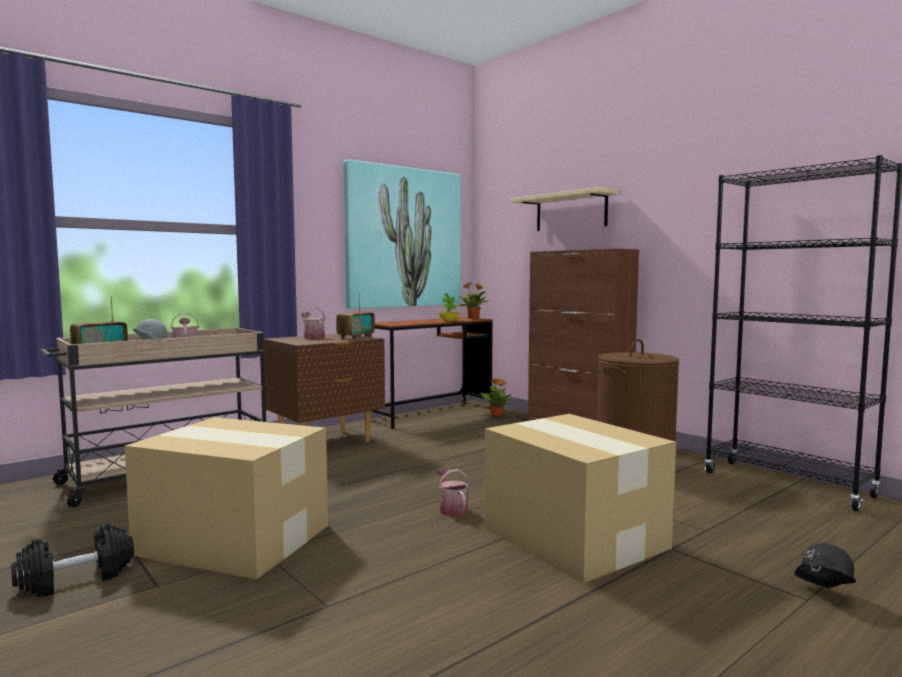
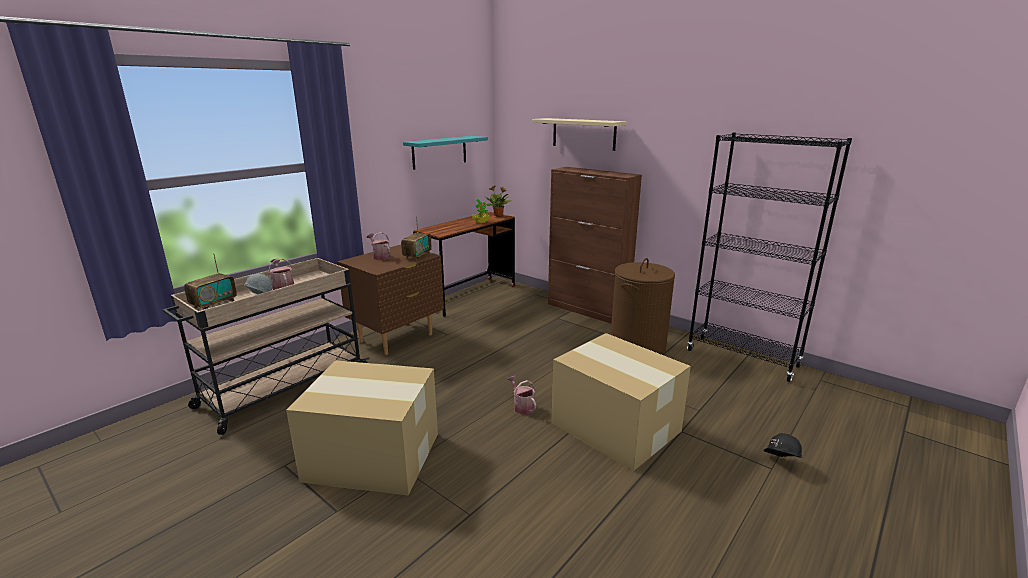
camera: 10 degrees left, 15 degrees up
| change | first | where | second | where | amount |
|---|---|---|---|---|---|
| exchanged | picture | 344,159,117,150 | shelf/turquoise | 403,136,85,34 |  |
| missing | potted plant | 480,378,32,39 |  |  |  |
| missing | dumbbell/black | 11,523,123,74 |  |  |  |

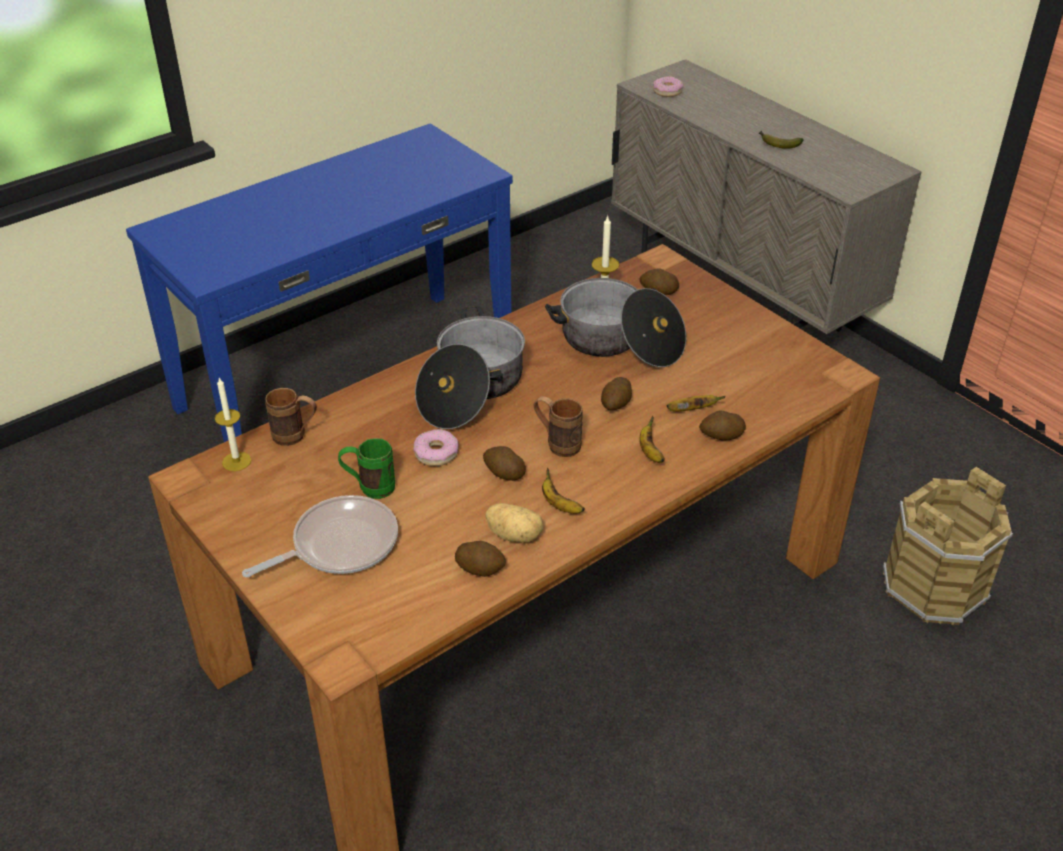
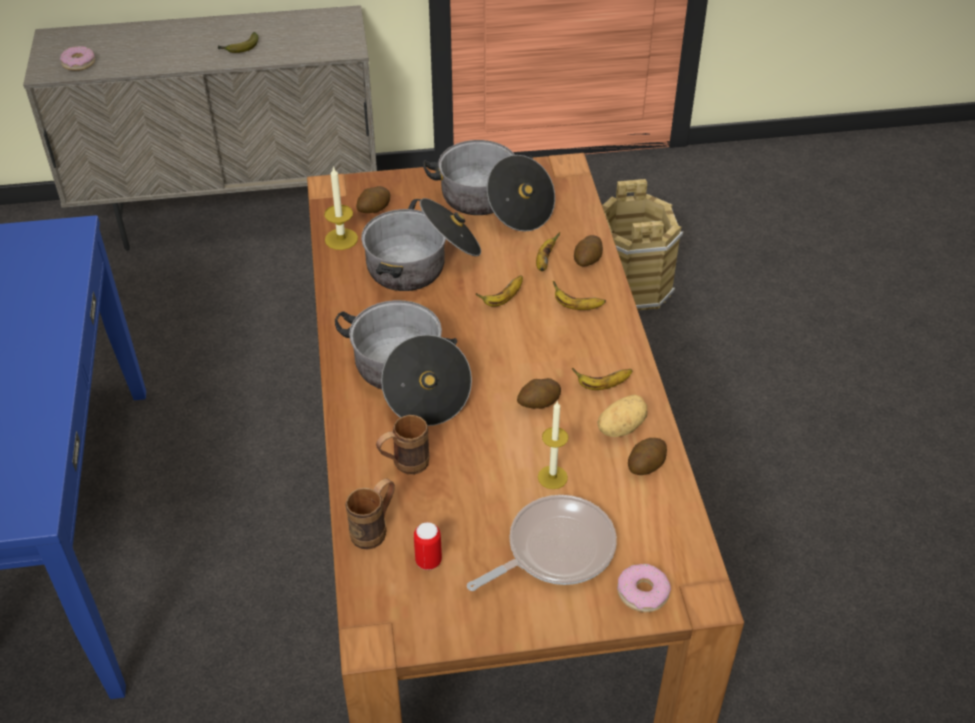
camera: 60 degrees left, 5 degrees up
| change | first | where | second | where | amount |
|---|---|---|---|---|---|
| exchanged | potato | 601,377,31,33 | banana | 476,275,47,32 |  |
| relocated | candle | 215,378,36,93 |  | 538,401,30,88 |  |
| relocated | mug/brown | 534,396,49,61 |  | 376,415,53,60 |  |
| relocated | donut | 413,429,45,37 |  | 617,564,54,48 |  |
| missing | mug/green | 338,438,57,61 |  |  |  |
| spun | frying pan | 242,495,156,83 |  | 467,495,150,96 | 60 degrees clockwise |
| appeared |  |  | cooking pot | 423,140,132,92 |  |
| appeared |  |  | can | 414,522,28,48 |  |

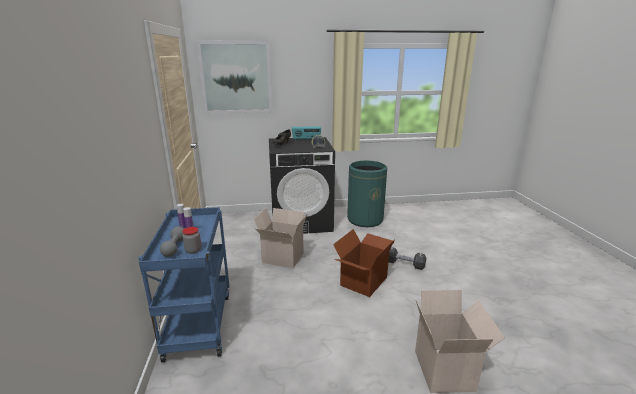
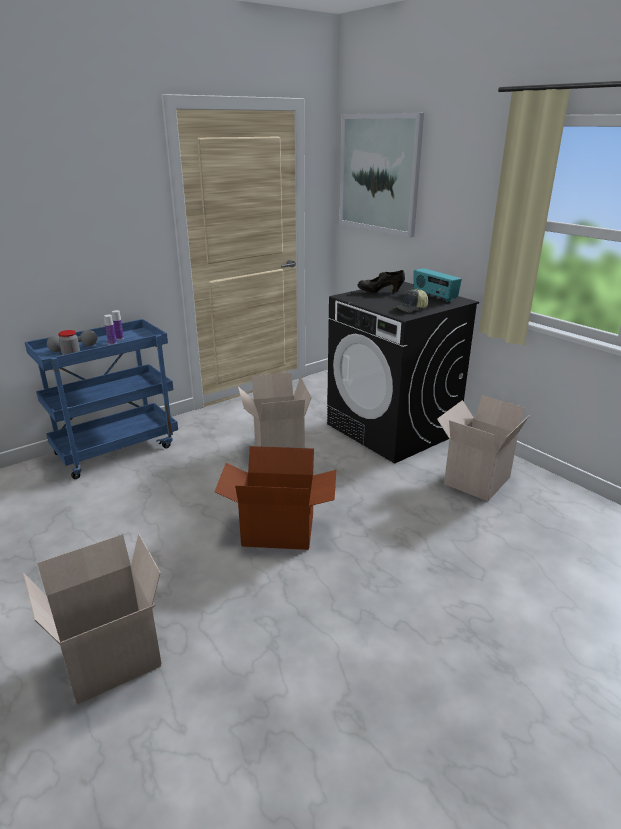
camera: 60 degrees right, 5 degrees up
| change | first | where | second | where | amount |
|---|---|---|---|---|---|
| exchanged | trash can/green | 347,161,40,66 | cardboard box | 437,395,93,106 |  |
| missing | dumbbell/black | 388,247,38,23 |  |  |  |

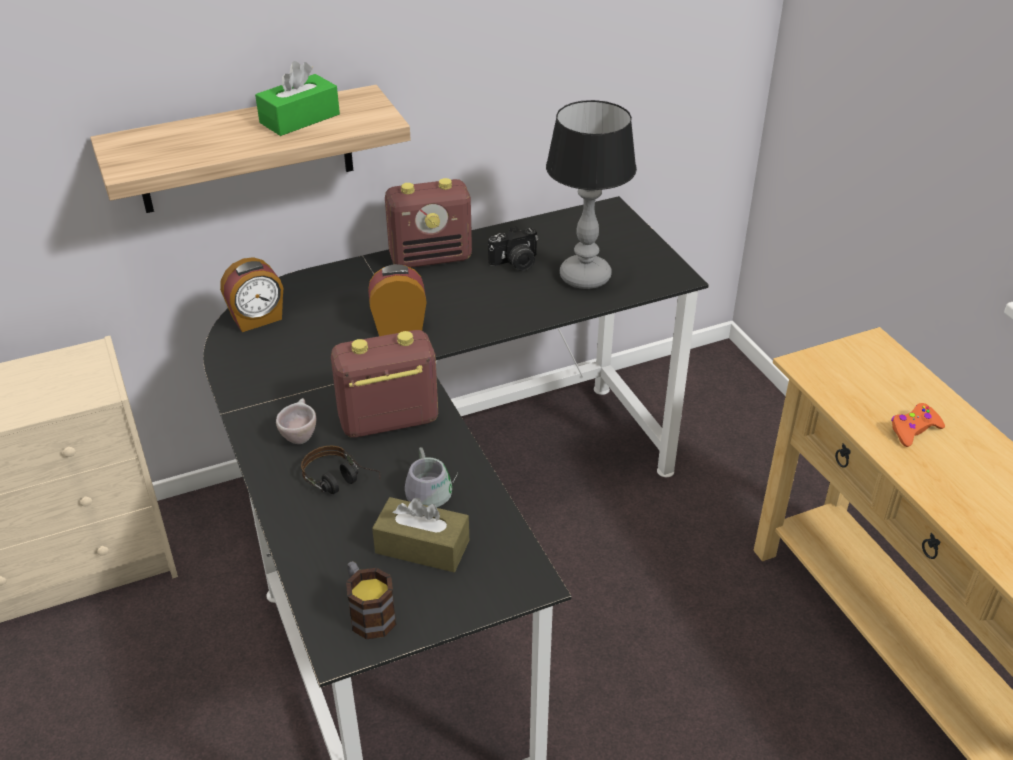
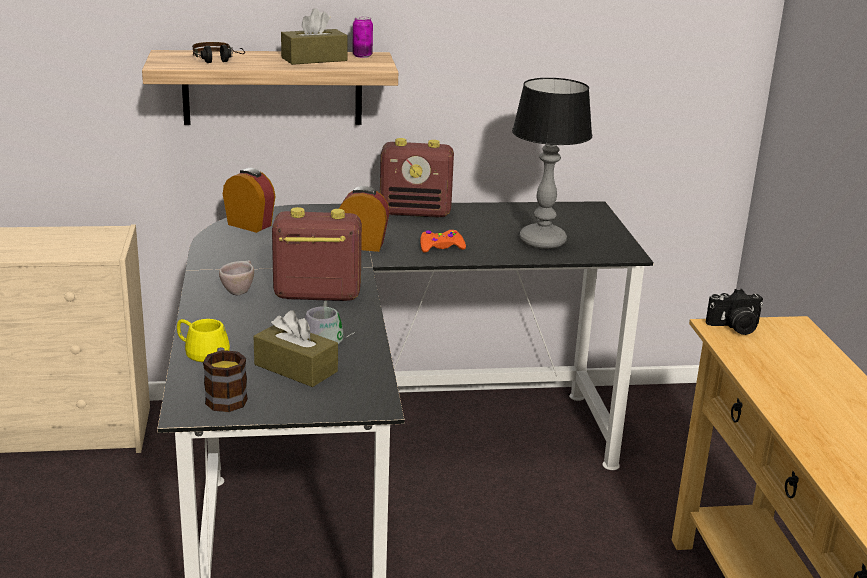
camera: 15 degrees right, 15 degrees down
| change | first | where | second | where | amount |
|---|---|---|---|---|---|
| colour | tissue box/green | 255,61,85,75 | tissue box/brown | 281,8,67,57 |  |
| relocated | photo camera | 488,226,50,45 |  | 706,289,57,46 |  |
| spun | alarm clock | 220,257,63,75 |  | 223,168,53,65 | 135 degrees counterclockwise |
| relocated | game controller/orange | 891,403,54,44 |  | 420,230,46,23 |  |
| relocated | headphones | 301,445,80,49 |  | 192,42,53,21 |  |
| appeared |  |  | can | 353,16,20,42 |  |
| appeared |  |  | mug/yellow | 177,319,53,43 |  |

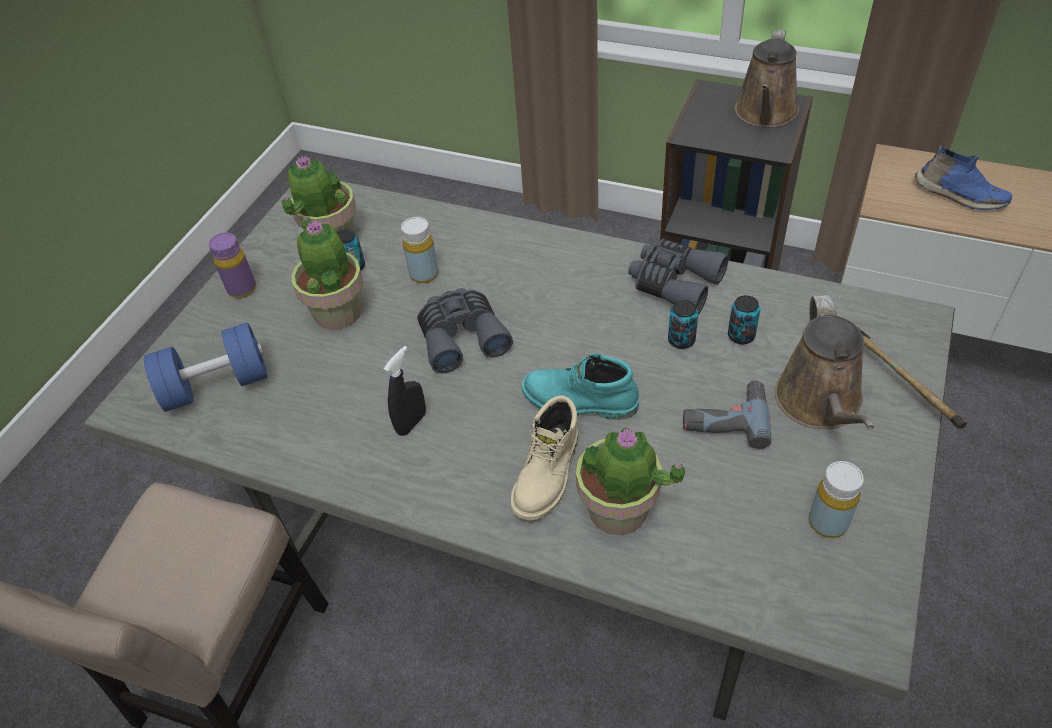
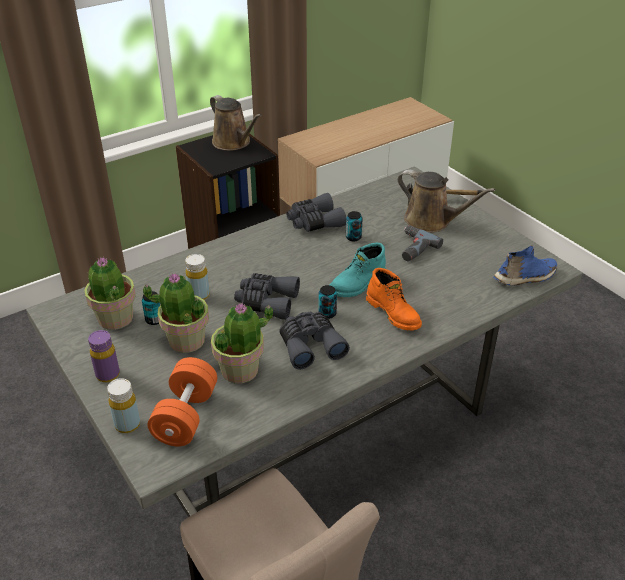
camera: 60 degrees left, 10 degrees down
| change | first | where | second | where | amount |
|---|---|---|---|---|---|
| relocated | shoe/blue | 915,146,97,64 |  | 493,245,64,40 |  |
| relocated | can | 728,295,32,49 |  | 318,285,19,34 |  |
| colour | dumbbell/blue | 144,322,124,90 | dumbbell/orange | 148,357,69,89 |  |
| exchanged | spray bottle/black | 384,346,42,90 | binoculars/grey | 279,312,71,58 |  |
| colour | boot/beige | 511,395,67,126 | boot/orange | 366,268,56,63 |  |
| relocated | potted plant | 576,426,109,109 |  | 211,303,62,80 |  |
| relocated | bottle/yellow | 809,461,55,77 |  | 107,378,33,55 |  |

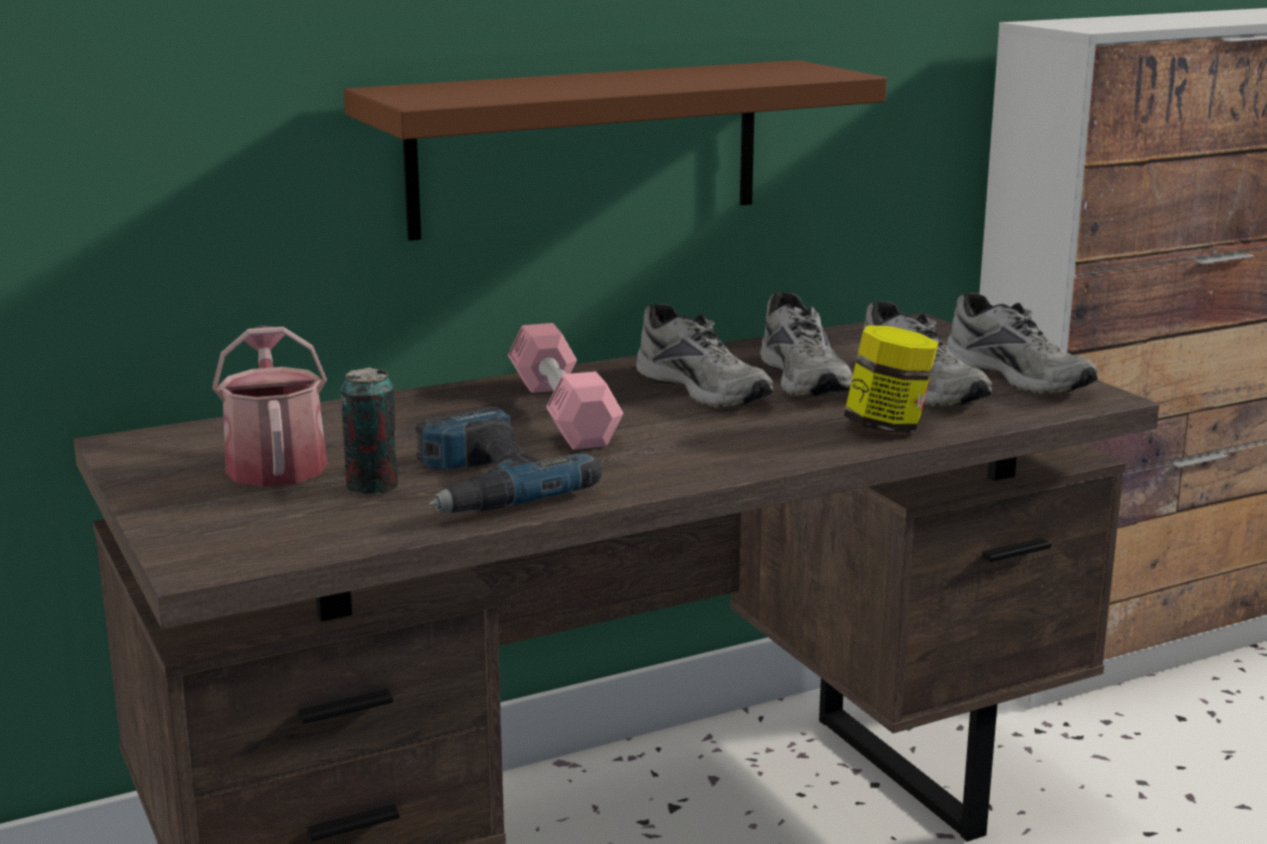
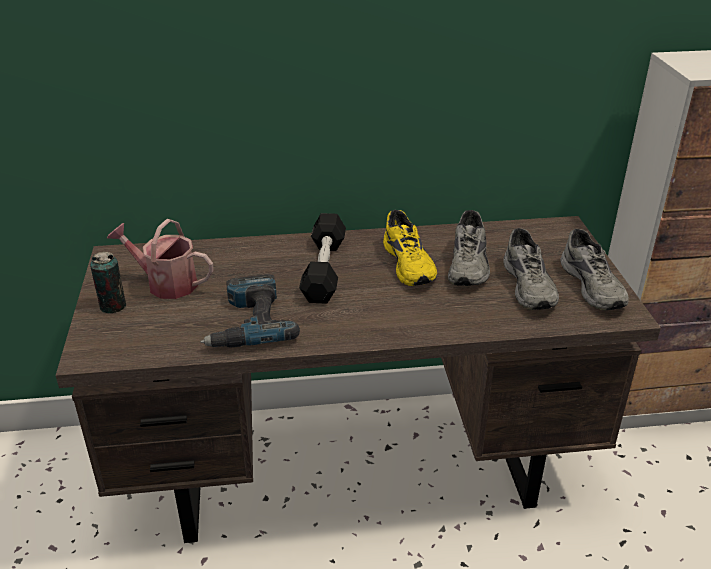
camera: 20 degrees right, 15 degrees up
| change | first | where | second | where | amount |
|---|---|---|---|---|---|
| missing | shelf/brown | 344,60,543,181 |  |  |  |
| colour | shoe/grey | 636,304,137,103 | shoe/yellow | 383,210,54,76 |  |
| colour | dumbbell/pink | 508,323,115,127 | dumbbell/black | 299,213,47,91 |  |
| missing | jar | 844,325,95,109 |  |  |  |
| spun | watering can | 212,326,115,161 |  | 107,219,107,80 | 75 degrees counterclockwise |
| relocated | can | 340,367,58,127 |  | 90,252,36,61 |  |

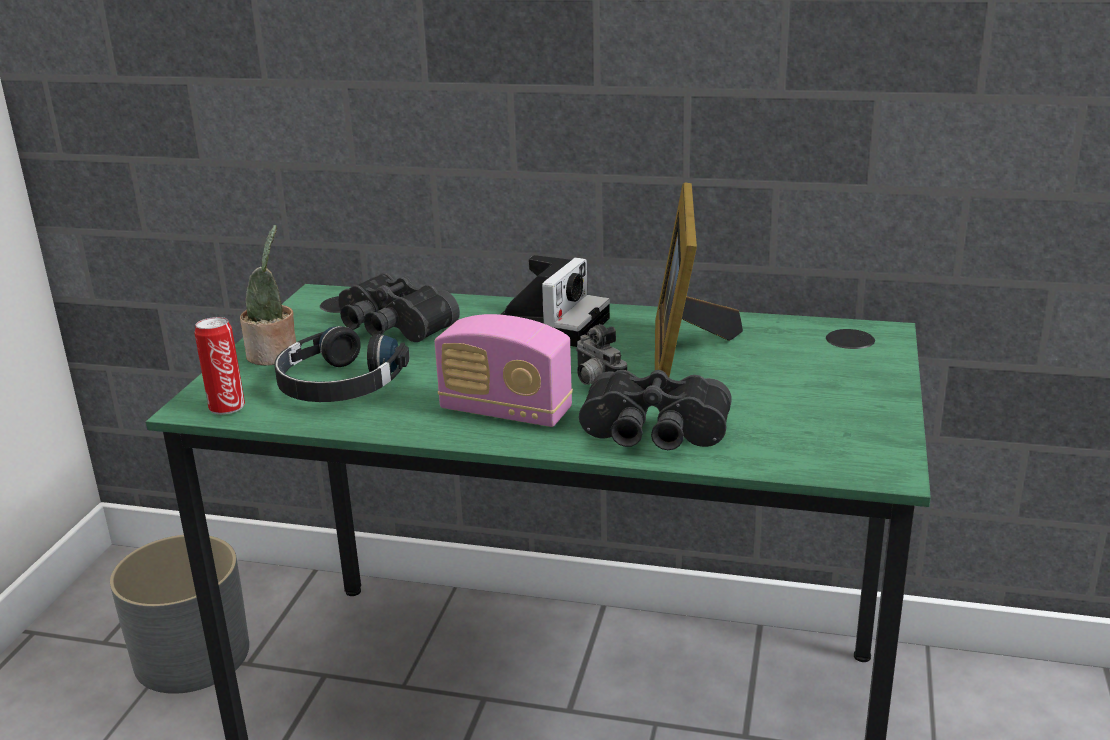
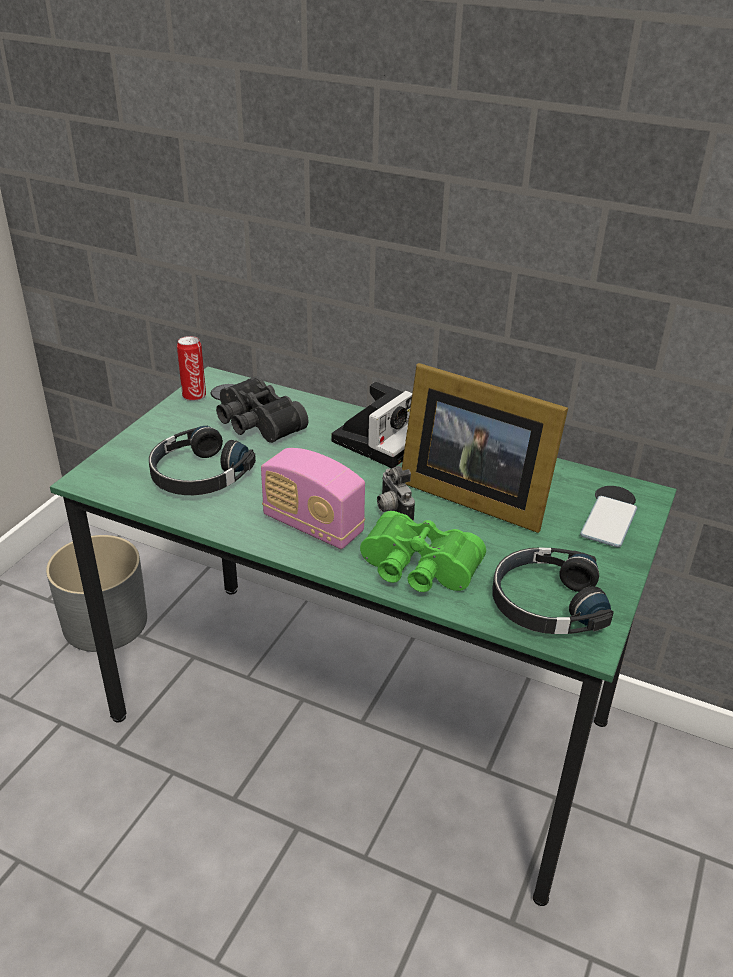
camera: 10 degrees right, 10 degrees up
| change | first | where | second | where | amount |
|---|---|---|---|---|---|
| spun | picture frame | 655,183,88,194 |  | 402,363,166,170 | 75 degrees counterclockwise |
| missing | potted plant | 240,225,56,141 |  |  |  |
| relocated | can | 194,317,51,98 |  | 177,336,29,65 |  |
| colour | binoculars/black | 579,370,153,80 | binoculars/green | 360,511,126,81 |  |
| appeared |  |  | phone | 580,496,57,51 |  |
| appeared |  |  | headphones/black | 492,548,122,86 |  |

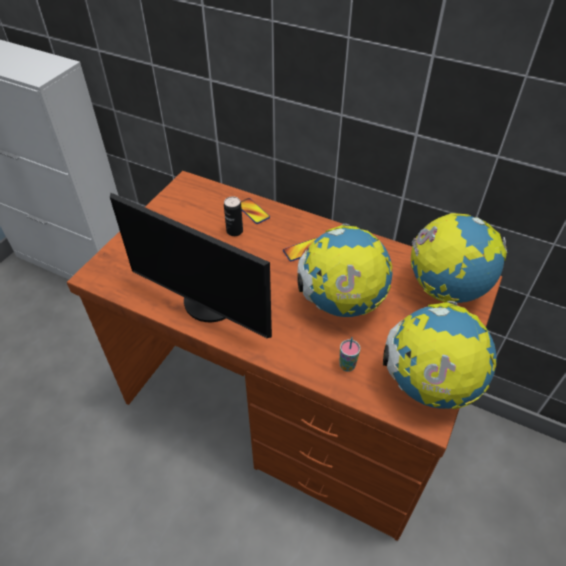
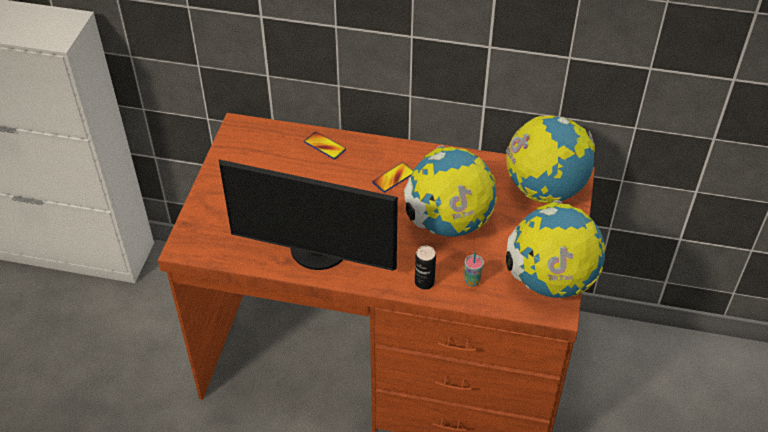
camera: 15 degrees left, 0 degrees up
| change | first | where | second | where | amount |
|---|---|---|---|---|---|
| relocated | can | 224,196,19,40 |  | 415,246,21,43 |  |

